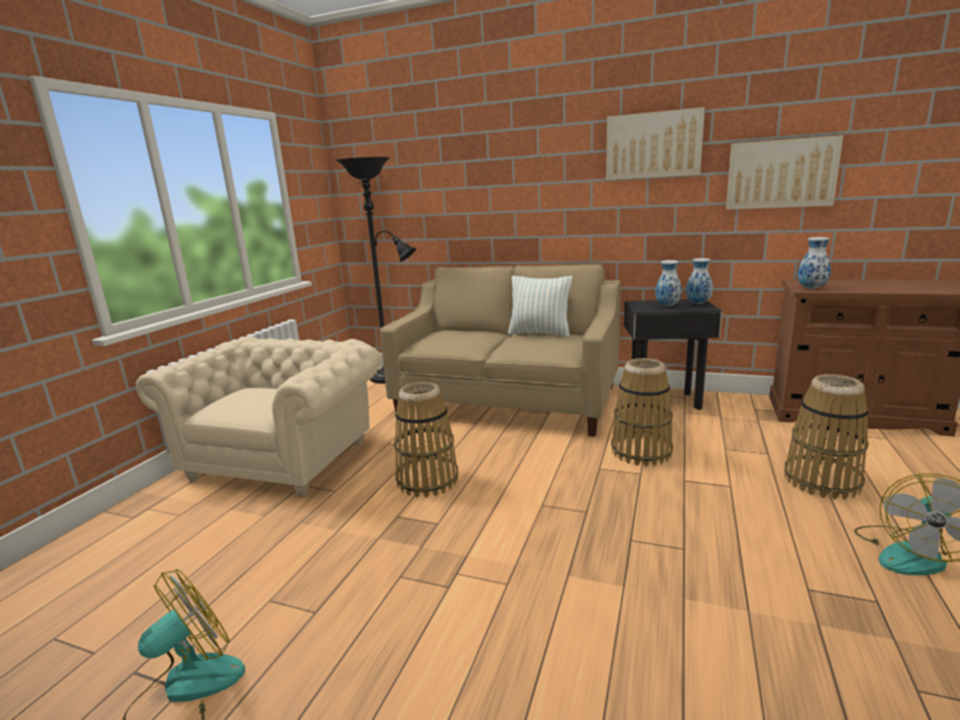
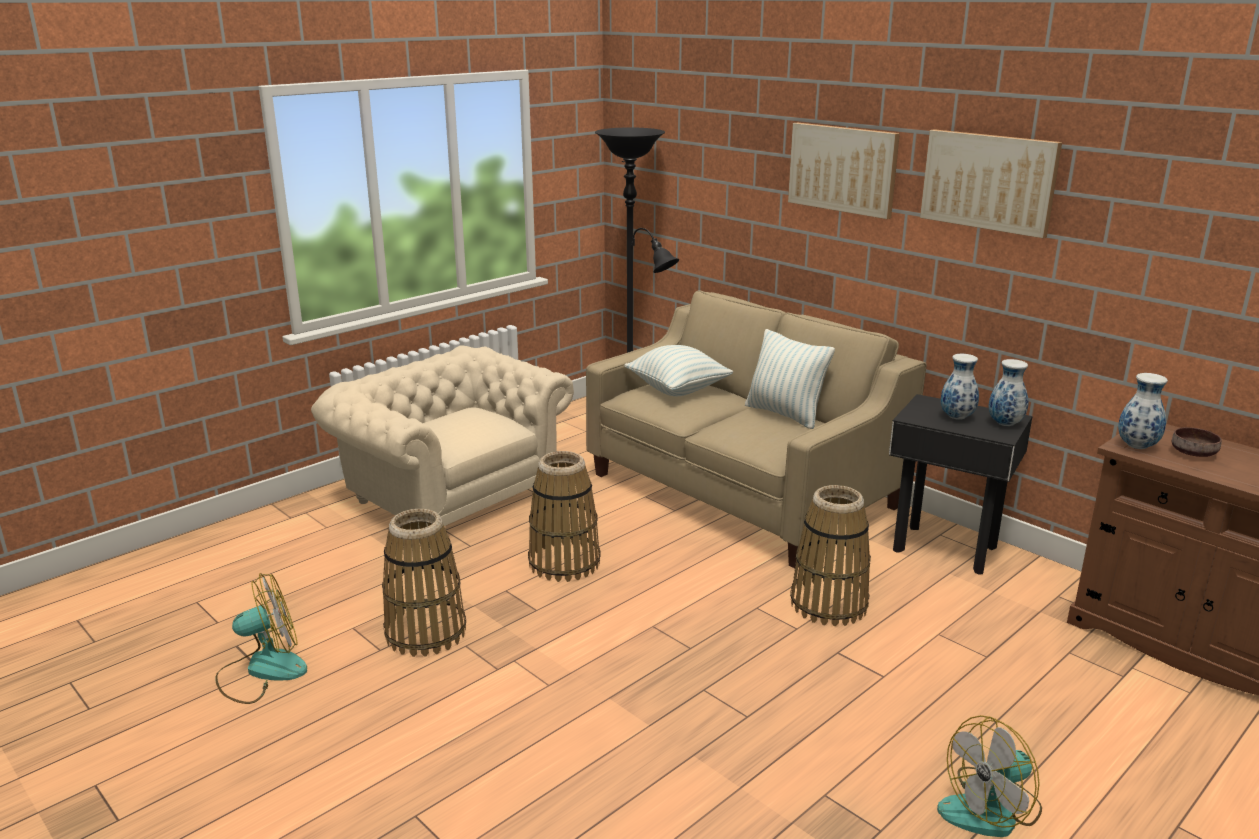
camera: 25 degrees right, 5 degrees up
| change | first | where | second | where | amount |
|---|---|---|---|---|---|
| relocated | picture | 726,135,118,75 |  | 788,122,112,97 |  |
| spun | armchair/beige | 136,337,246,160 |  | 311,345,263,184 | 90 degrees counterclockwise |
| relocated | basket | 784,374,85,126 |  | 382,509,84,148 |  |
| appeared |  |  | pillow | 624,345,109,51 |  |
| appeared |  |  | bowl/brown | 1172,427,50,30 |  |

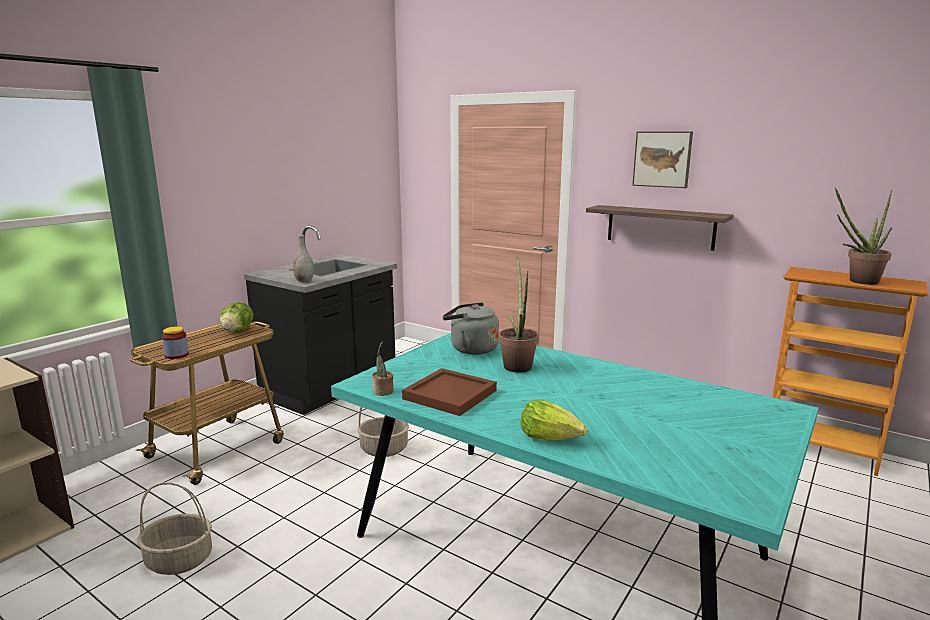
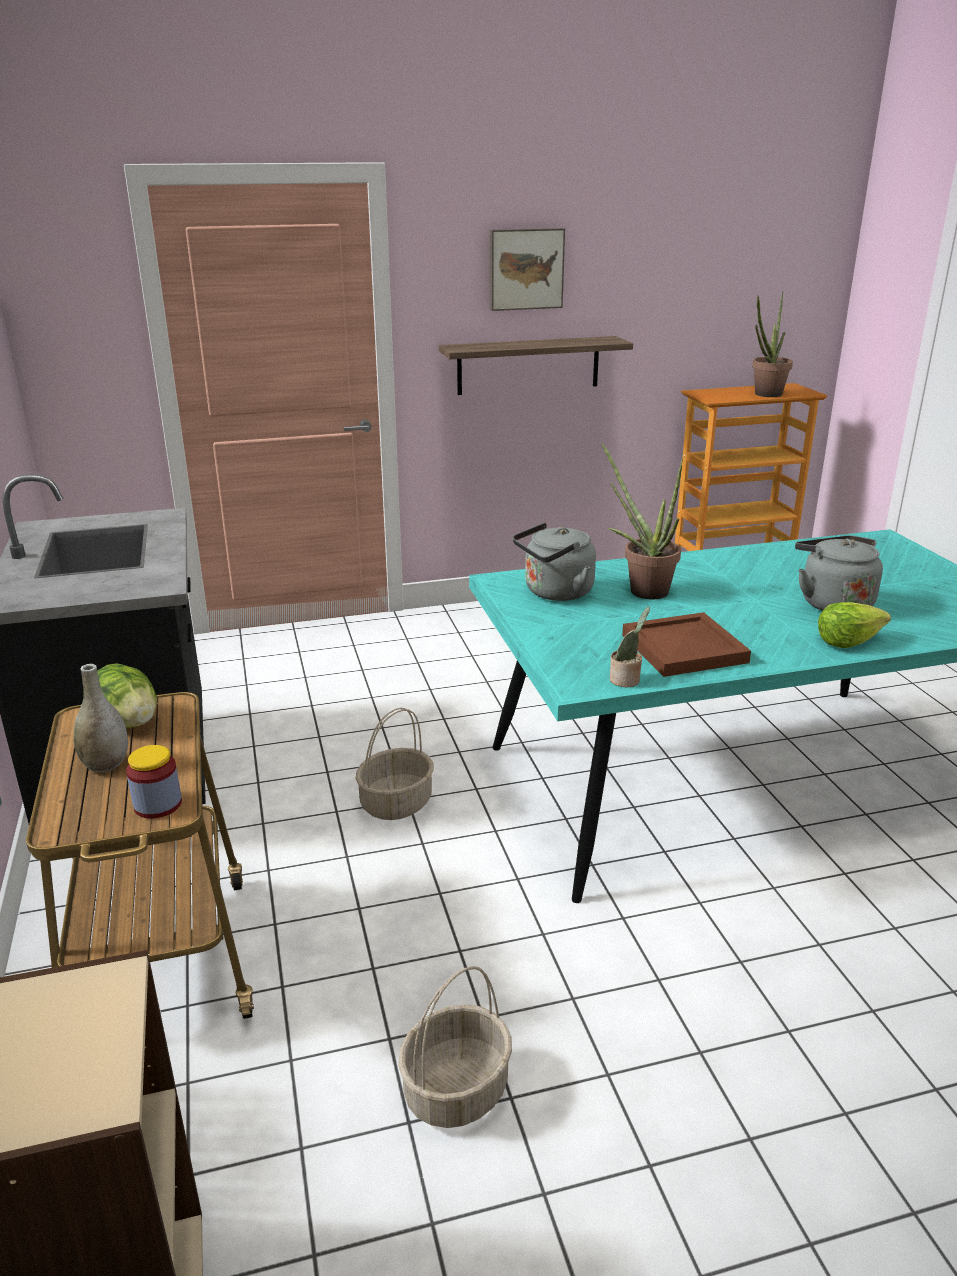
camera: 50 degrees left, 10 degrees up
| change | first | where | second | where | amount |
|---|---|---|---|---|---|
| relocated | vase/grey | 293,235,21,47 |  | 73,664,55,108 |  |
| appeared |  |  | kettle/grey | 795,536,88,75 |  |

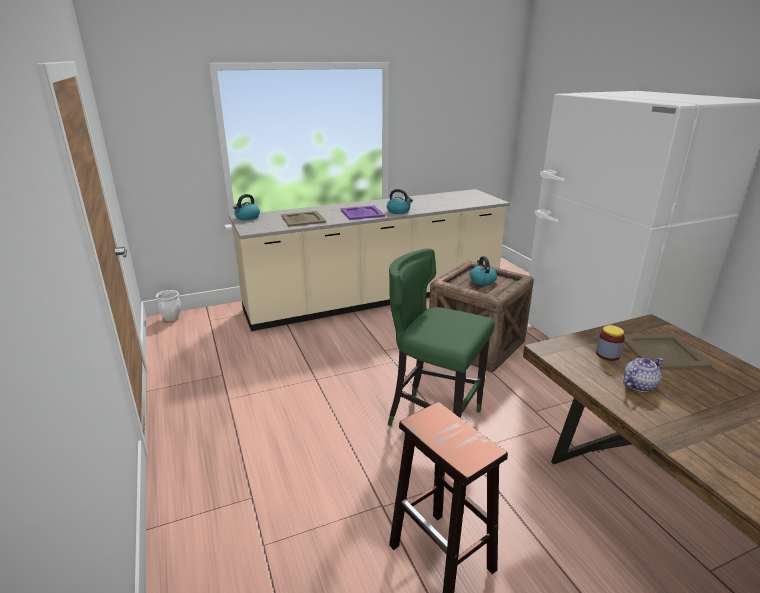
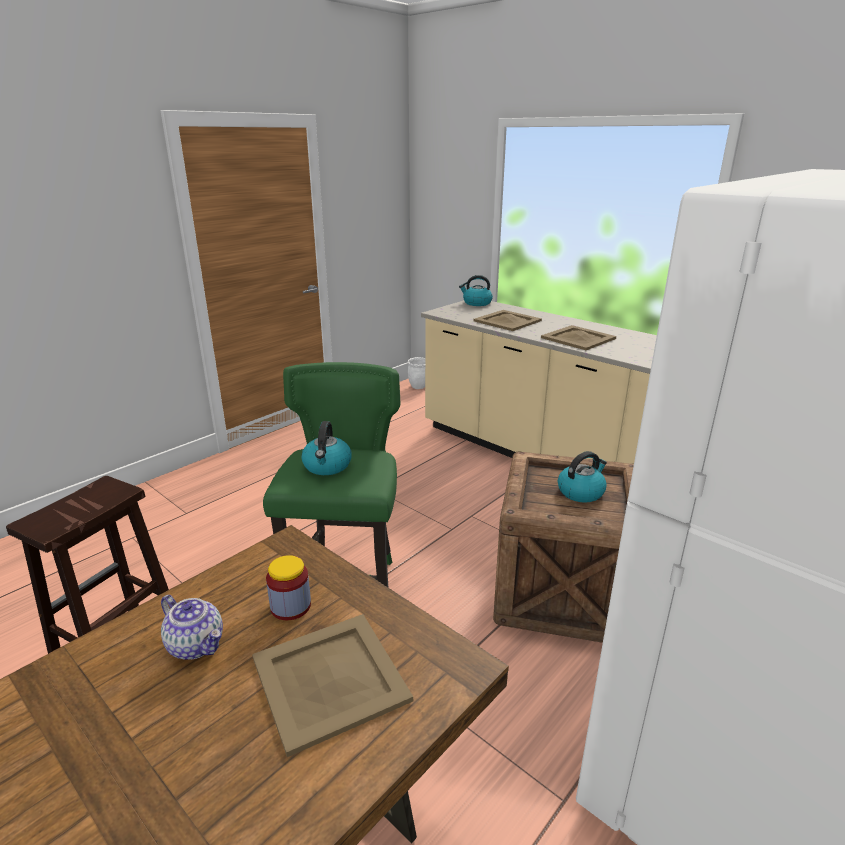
camera: 65 degrees right, 0 degrees up
| change | first | where | second | where | amount |
|---|---|---|---|---|---|
| relocated | kettle | 387,189,26,25 |  | 301,421,51,54 |  |
| colour | tray/purple | 341,205,44,15 | tray/beige | 541,325,75,25 |  |

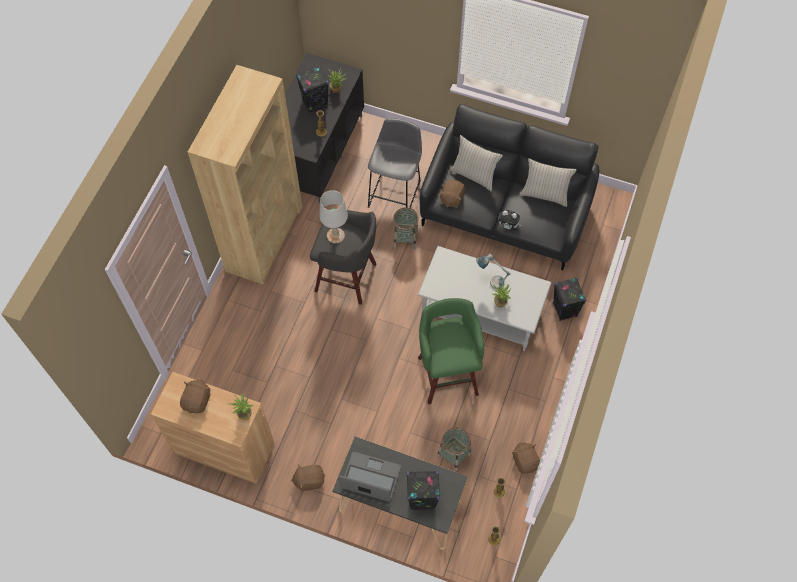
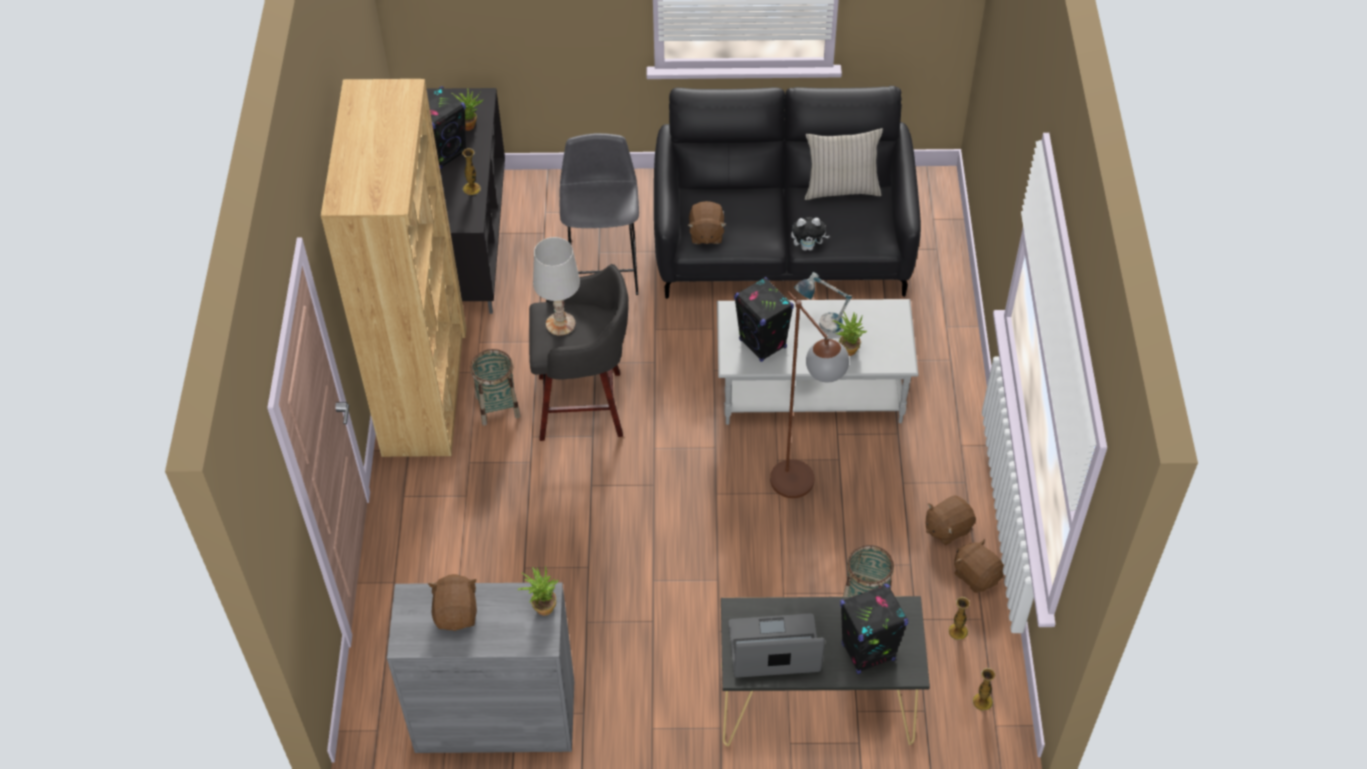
camera: 20 degrees left, 10 degrees down
| change | first | where | second | where | amount |
|---|---|---|---|---|---|
| missing | pillow/beige | 450,135,53,56 |  |  |  |
| relocated | basket | 393,208,26,41 |  | 470,349,50,77 |  |
| relocated | speaker/black | 553,278,33,43 |  | 734,277,60,85 |  |
| exchanged | stool/green | 418,298,66,106 | floor lamp/brown | 770,291,79,207 |  |
| colour | cabinet/brown | 151,372,123,112 | cabinet/grey | 387,582,187,171 |  |
| relocated | plush toy/brown | 291,465,34,26 |  | 926,496,50,49 |  |

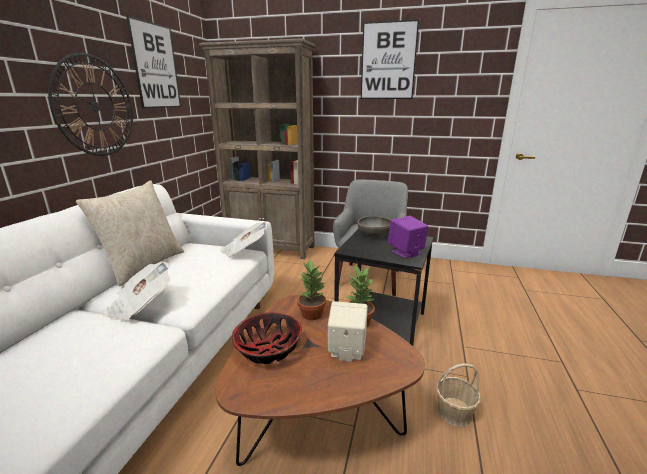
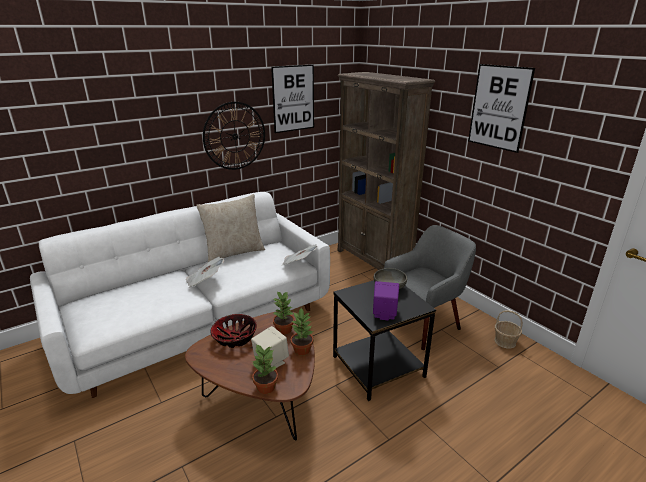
camera: 40 degrees right, 5 degrees up
| change | first | where | second | where | amount |
|---|---|---|---|---|---|
| relocated | basket | 436,363,45,64 |  | 495,310,28,39 |  |
| appeared |  |  | potted plant | 252,344,26,50 |  |

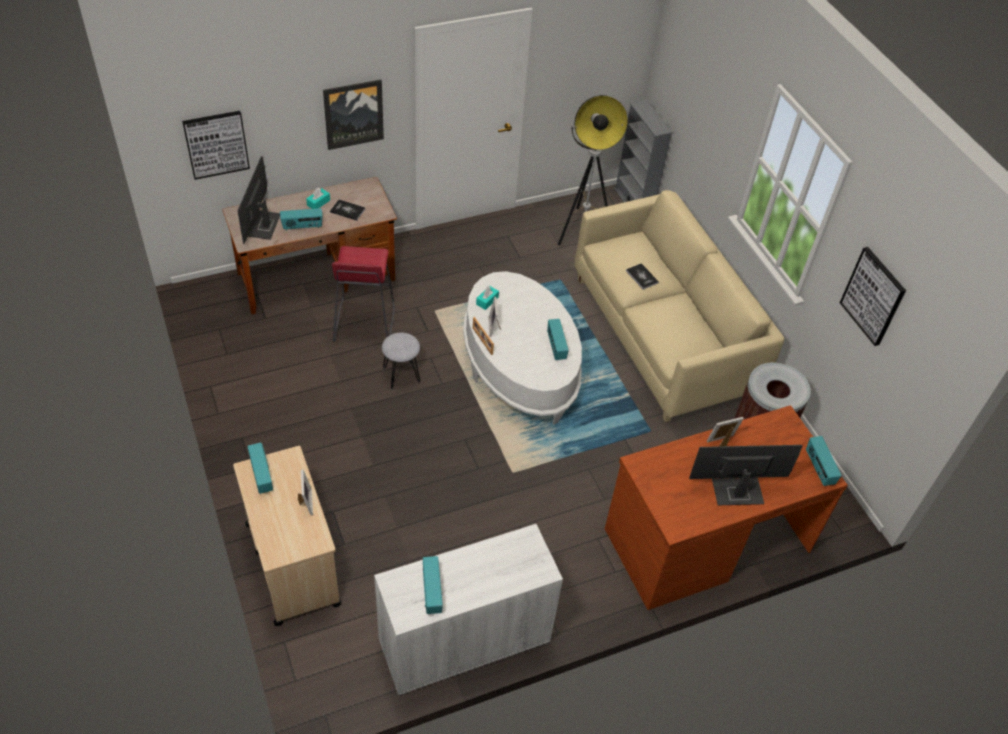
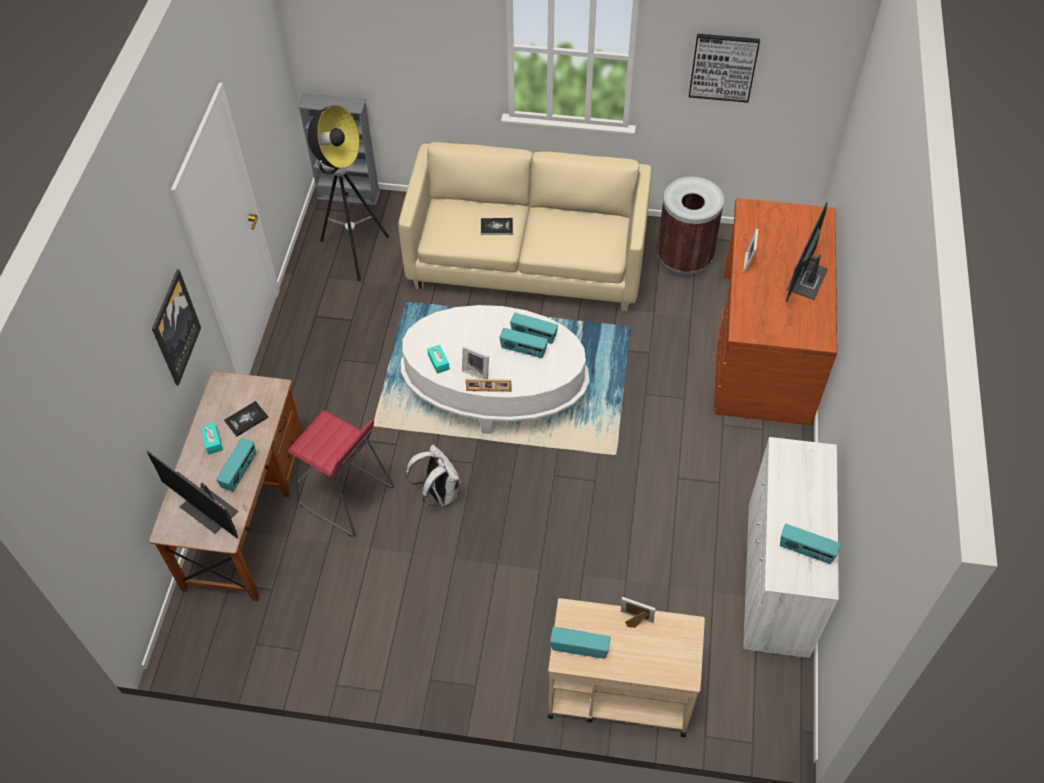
camera: 55 degrees left, 5 degrees up
| change | first | where | second | where | amount |
|---|---|---|---|---|---|
| missing | picture | 182,111,68,69 |  |  |  |
| exchanged | stool/grey | 382,332,38,58 | backpack/white | 406,444,56,62 |  |
| relocated | radio | 806,436,36,50 |  | 499,328,49,30 |  |

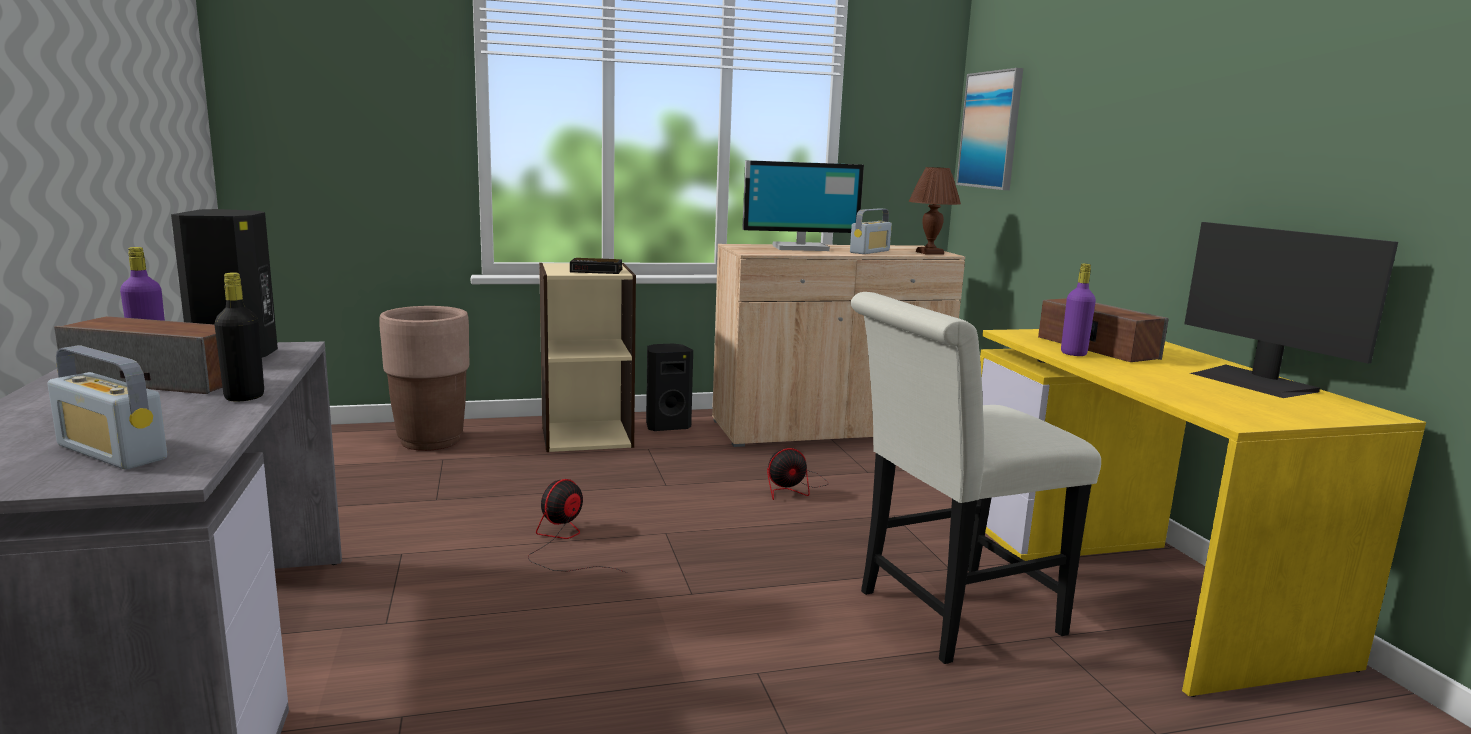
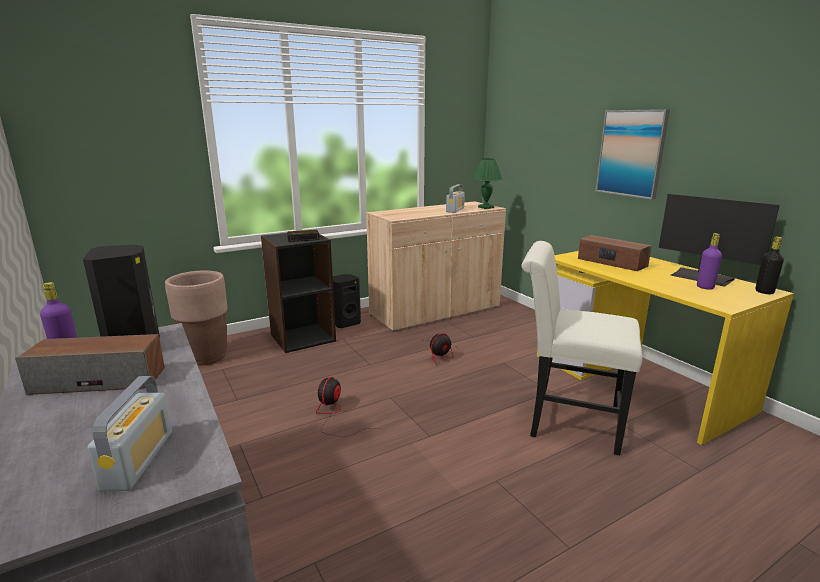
camera: 15 degrees left, 5 degrees up
| change | first | where | second | where | amount |
|---|---|---|---|---|---|
| relocated | picture | 956,68,67,122 |  | 596,109,74,91 |  |
| missing | monitor | 742,160,122,91 |  |  |  |
| colour | table lamp/brown | 909,167,52,88 | table lamp/green | 473,159,29,50 |  |
| colour | bookcase/beige | 539,263,97,189 | bookcase/black | 261,233,75,120 |  |
| relocated | bottle/purple | 1061,263,35,93 |  | 697,233,25,57 |  |
| relocated | bottle/black | 214,272,50,129 |  | 755,237,29,57 |  |
| spun | chair/white | 851,292,250,372 |  | 521,241,122,214 | 60 degrees clockwise |
| spun | radio | 47,346,120,124 |  | 87,376,85,115 | 105 degrees counterclockwise |

